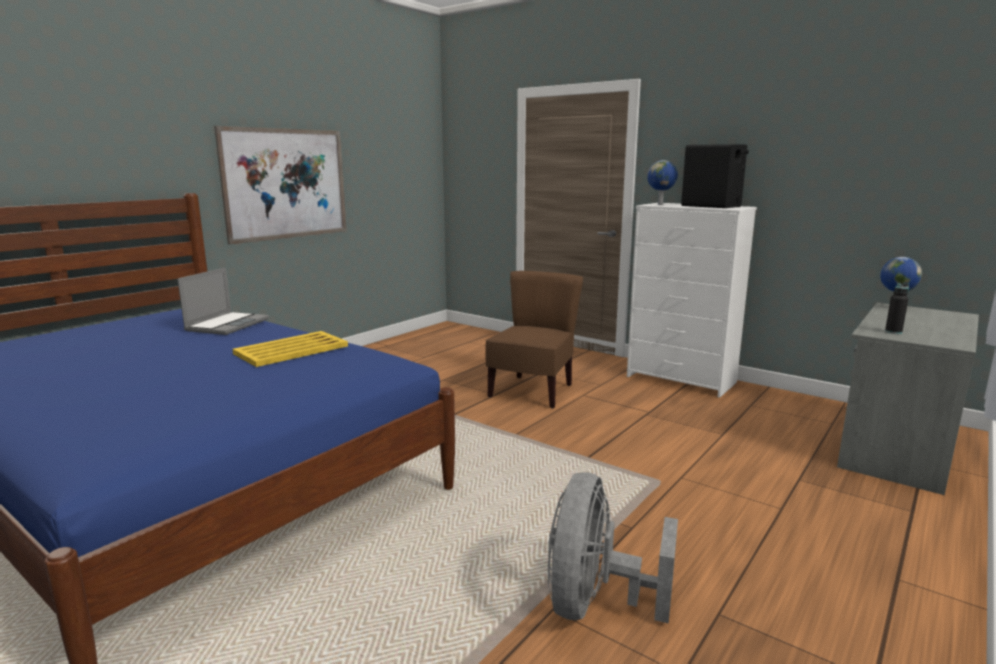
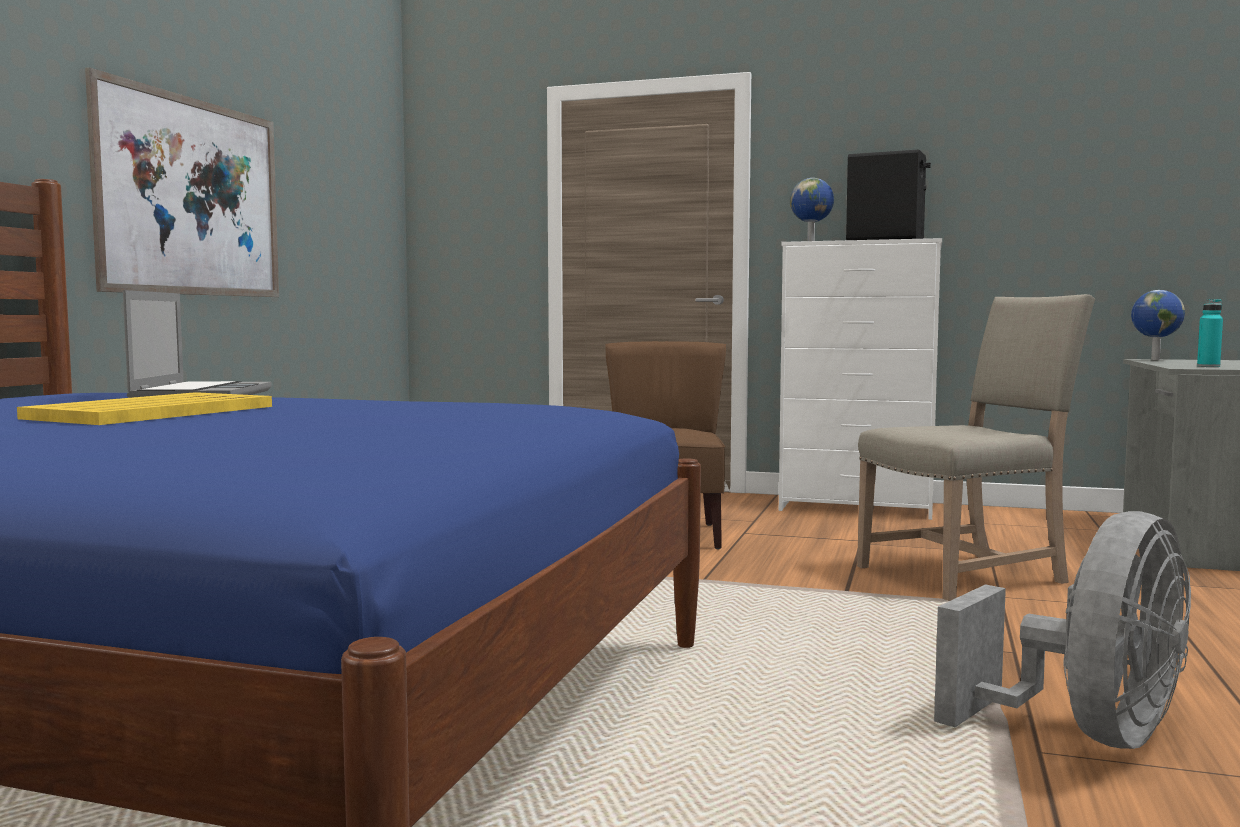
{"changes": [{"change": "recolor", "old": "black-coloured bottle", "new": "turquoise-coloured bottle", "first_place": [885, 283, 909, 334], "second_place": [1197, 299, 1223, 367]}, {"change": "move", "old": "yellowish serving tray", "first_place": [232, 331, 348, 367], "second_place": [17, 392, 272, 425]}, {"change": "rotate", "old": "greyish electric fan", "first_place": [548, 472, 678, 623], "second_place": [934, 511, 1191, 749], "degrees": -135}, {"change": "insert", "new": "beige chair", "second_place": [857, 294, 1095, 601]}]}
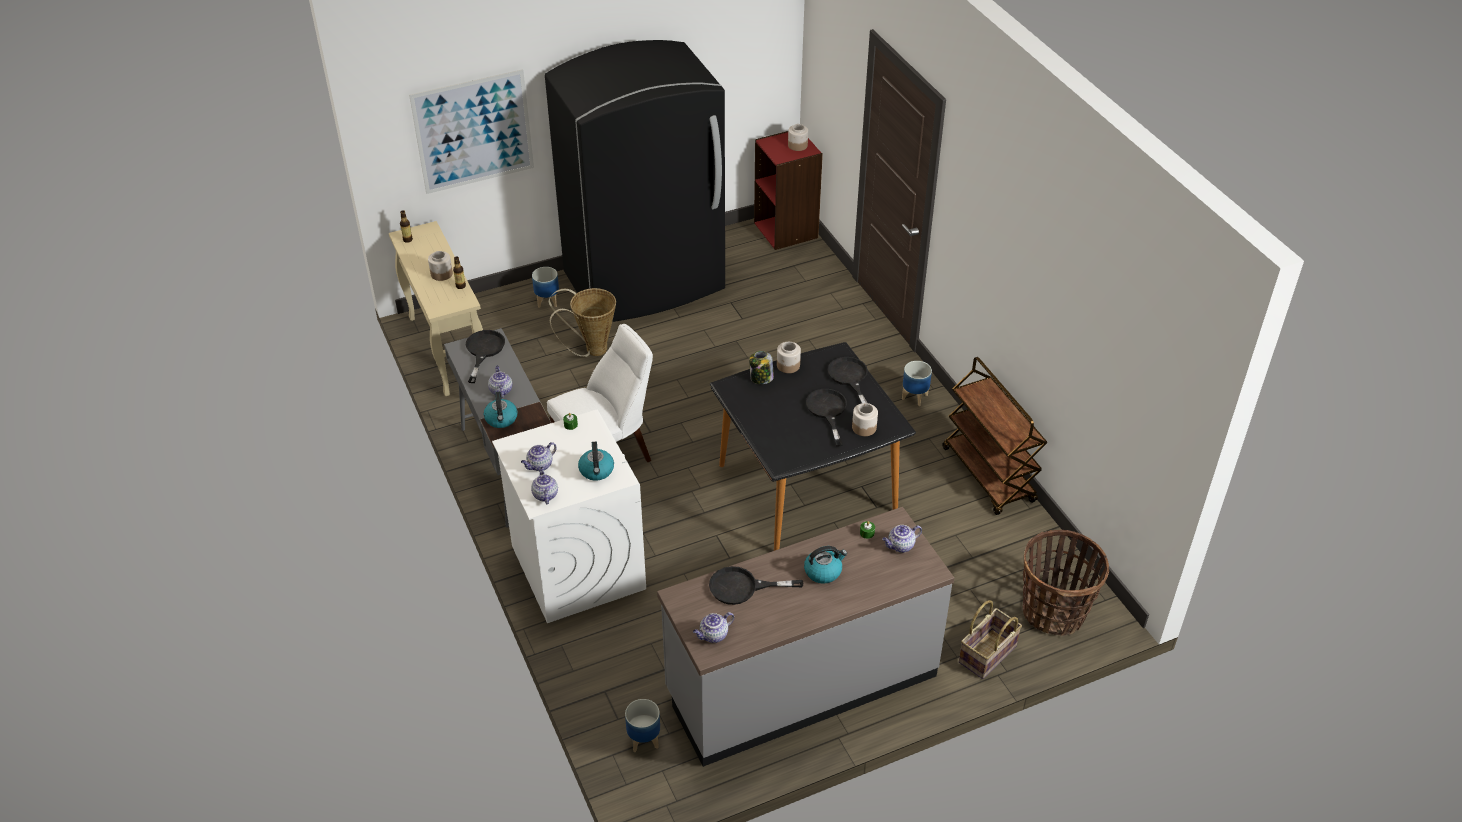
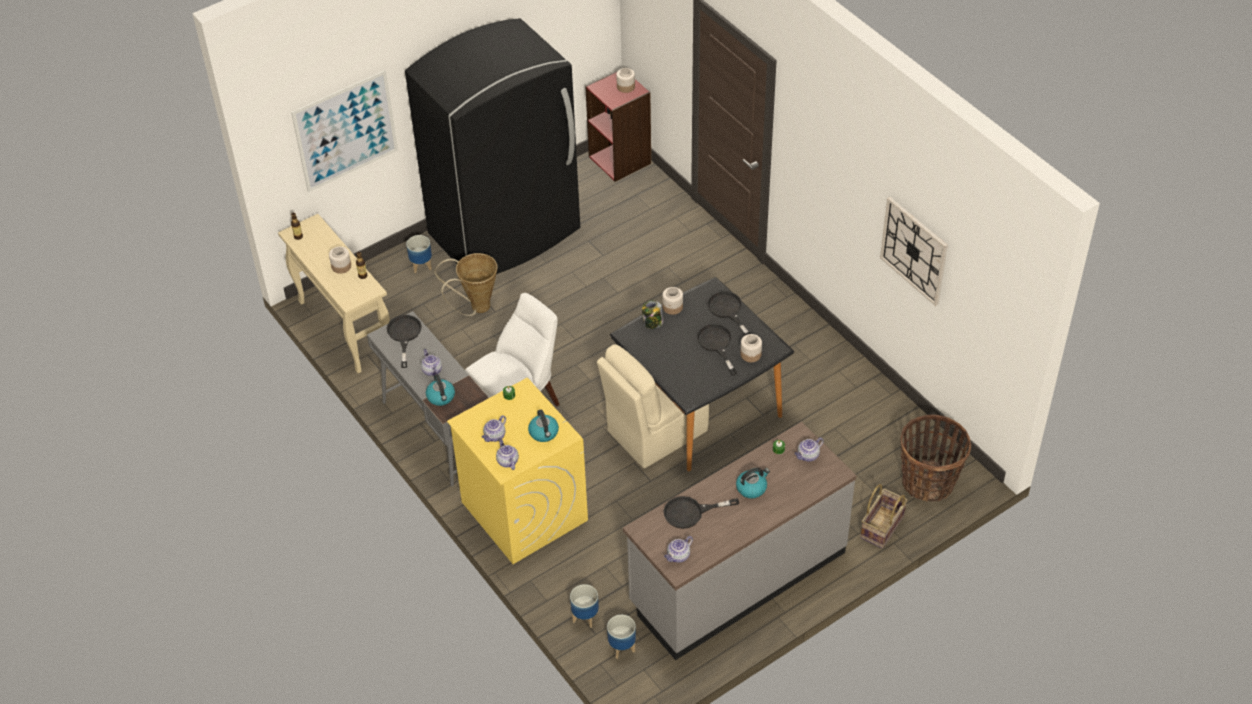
{"changes": [{"change": "delete", "old": "brown cart", "first_place": [942, 357, 1047, 515]}, {"change": "move", "old": "plant pot", "first_place": [902, 361, 932, 406], "second_place": [570, 584, 599, 628]}, {"change": "recolor", "old": "white-coloured washing machine", "new": "yellowish washing machine", "first_place": [492, 410, 646, 623], "second_place": [447, 378, 588, 564]}, {"change": "insert", "new": "wall clock", "second_place": [880, 197, 948, 306]}, {"change": "insert", "new": "beige chair", "second_place": [597, 345, 709, 468]}]}
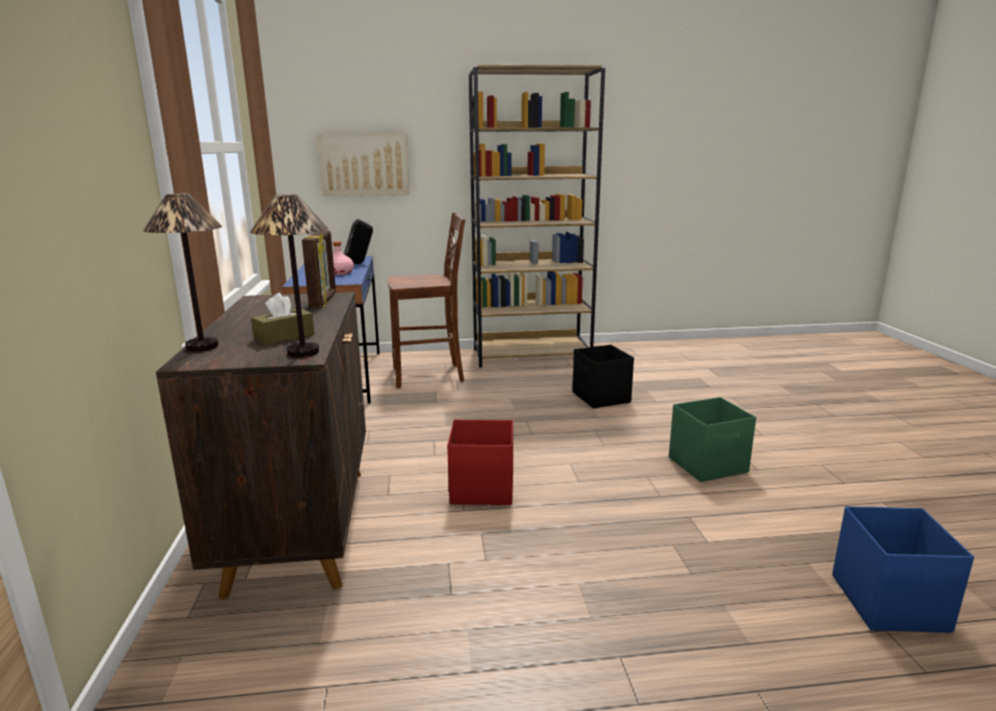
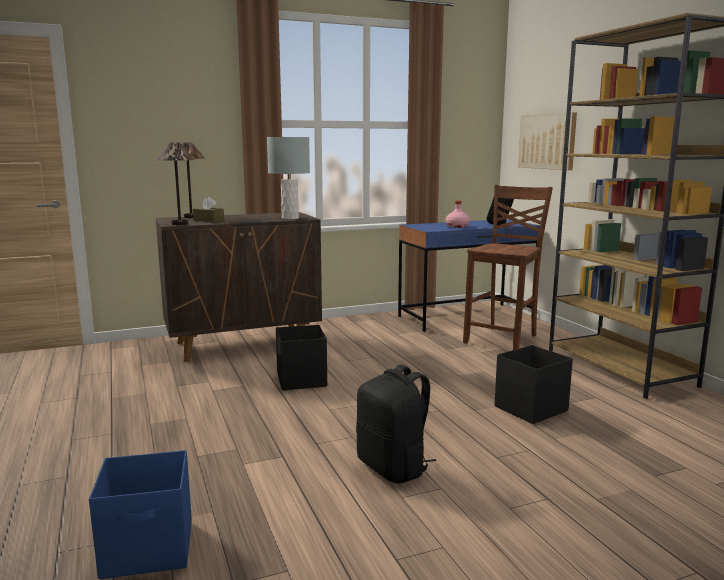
{"changes": [{"change": "rotate", "old": "brown chair", "first_place": [388, 213, 465, 388], "second_place": [463, 185, 553, 350], "degrees": -120}, {"change": "replace", "old": "picture frame", "new": "greyish tabletop lamp", "first_place": [302, 230, 336, 308], "second_place": [267, 137, 310, 219]}, {"change": "replace", "old": "green storage box", "new": "black-coloured rucksack", "first_place": [669, 397, 756, 482], "second_place": [356, 365, 437, 483]}, {"change": "recolor", "old": "red-coloured storage box", "new": "black-coloured storage box", "first_place": [447, 419, 513, 505], "second_place": [276, 325, 327, 390]}]}
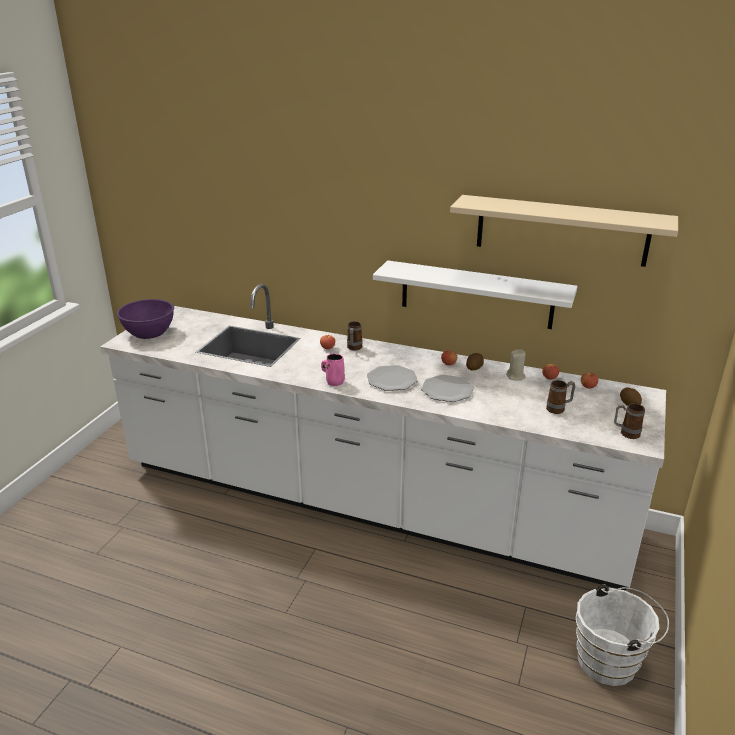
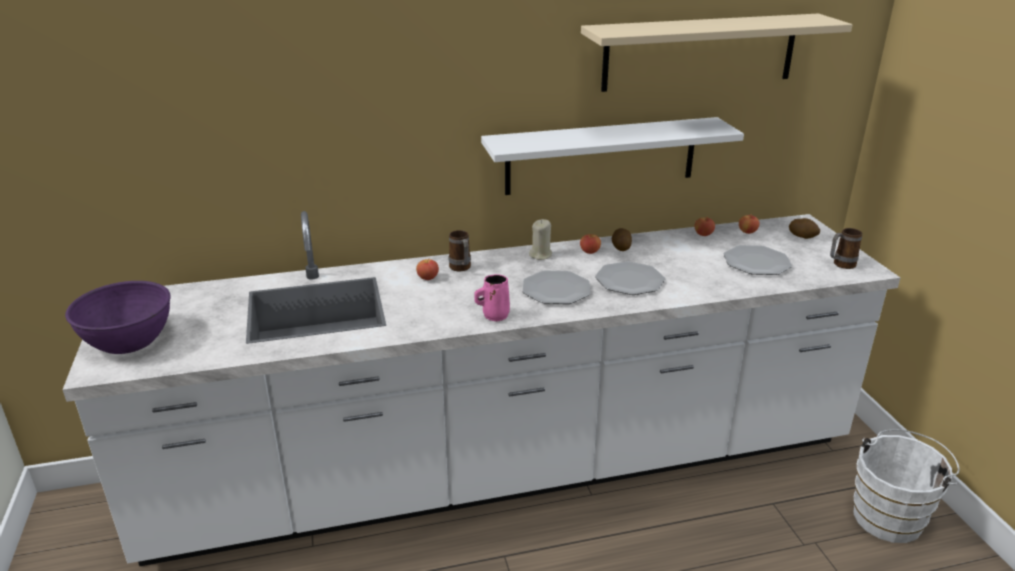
{"changes": [{"change": "move", "old": "beige wax light", "first_place": [506, 349, 526, 381], "second_place": [529, 219, 552, 260]}, {"change": "replace", "old": "tea mug", "new": "flat dish", "first_place": [546, 380, 575, 414], "second_place": [724, 245, 792, 275]}]}
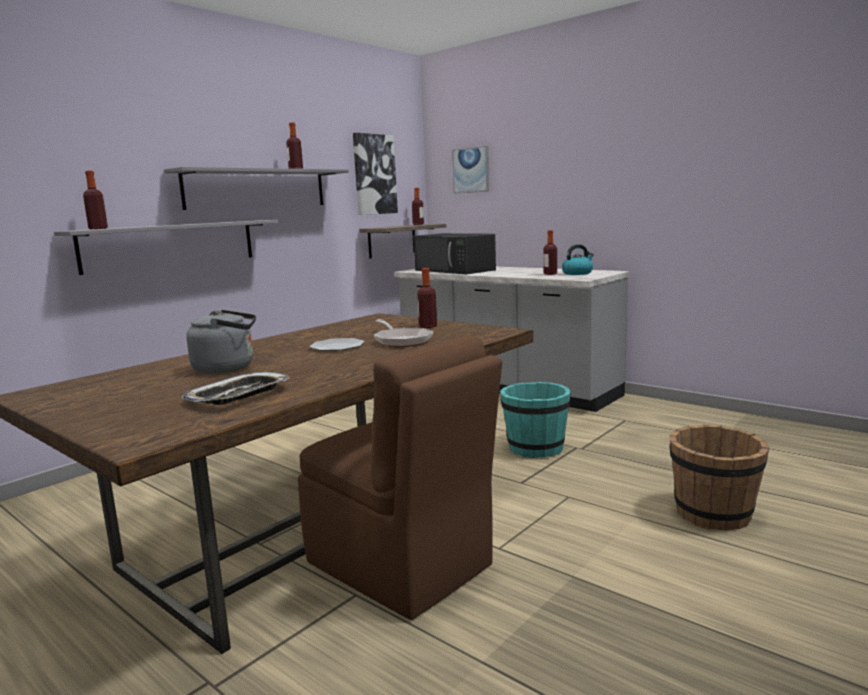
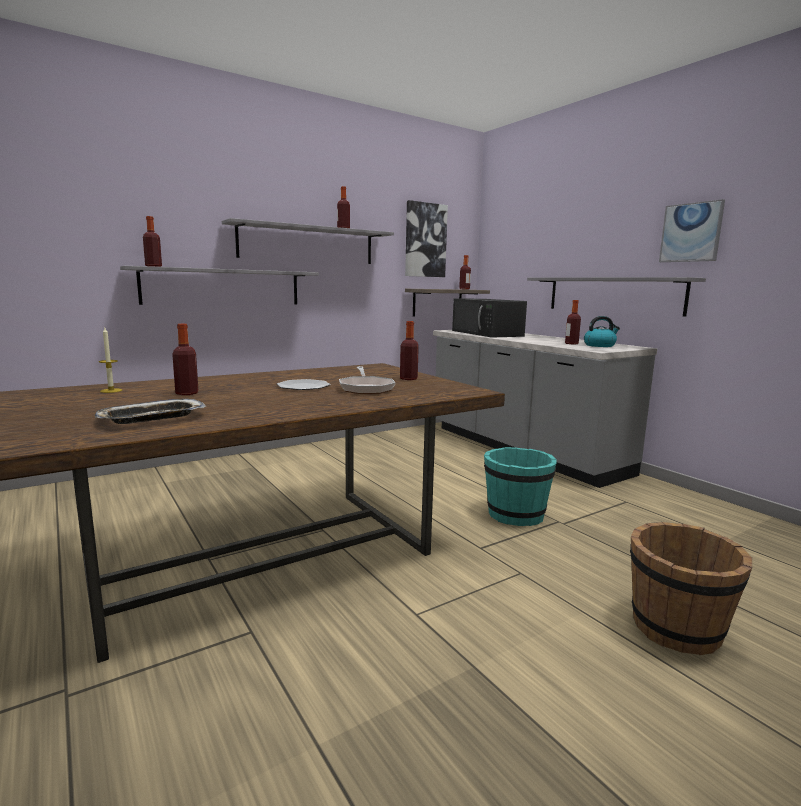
{"changes": [{"change": "move", "old": "picture", "first_place": [452, 146, 489, 194], "second_place": [659, 199, 725, 262]}, {"change": "replace", "old": "greyish tea kettle", "new": "bottle", "first_place": [186, 310, 256, 374], "second_place": [172, 324, 198, 395]}, {"change": "delete", "old": "brown chair", "first_place": [298, 335, 502, 620]}, {"change": "insert", "new": "greyish wall shelf", "second_place": [527, 277, 706, 317]}, {"change": "insert", "new": "wax light", "second_place": [99, 328, 122, 393]}]}
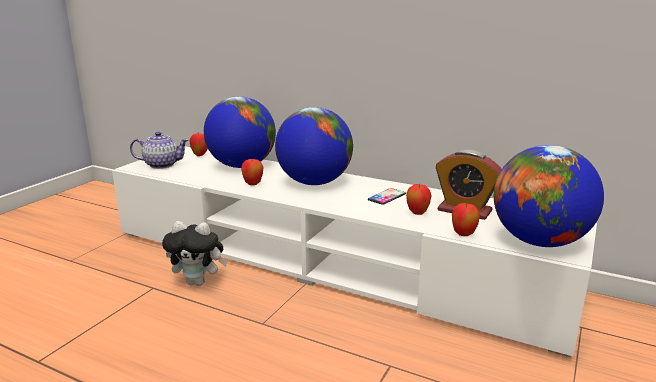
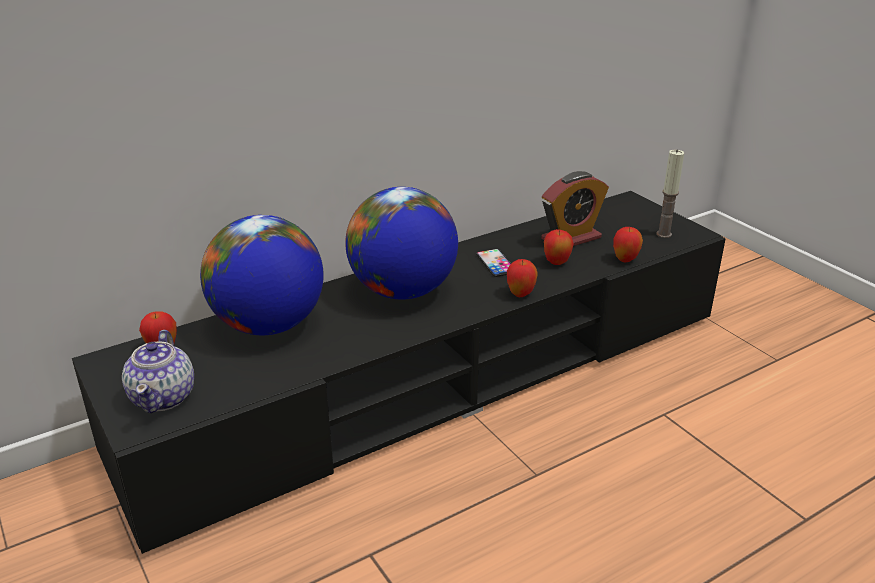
{"changes": [{"change": "rotate", "old": "tea pot", "first_place": [130, 131, 189, 169], "second_place": [122, 330, 194, 413], "degrees": 150}, {"change": "replace", "old": "world globe", "new": "wax light", "first_place": [494, 145, 604, 247], "second_place": [656, 149, 684, 238]}, {"change": "recolor", "old": "white-coloured tv unit", "new": "black-coloured tv unit", "first_place": [112, 146, 597, 358], "second_place": [72, 191, 726, 554]}, {"change": "move", "old": "apple", "first_place": [241, 158, 263, 185], "second_place": [507, 259, 538, 297]}, {"change": "delete", "old": "soft toy", "first_place": [162, 221, 228, 286]}]}
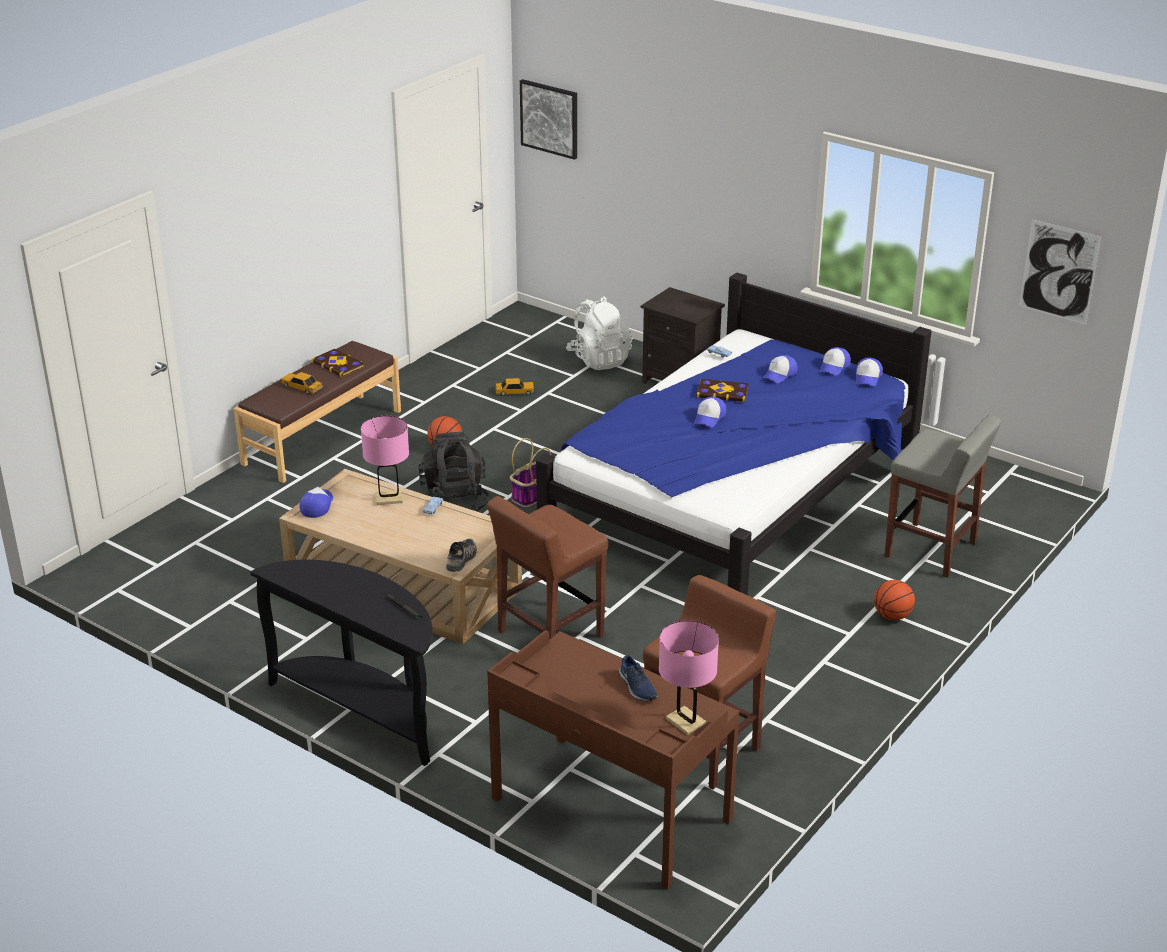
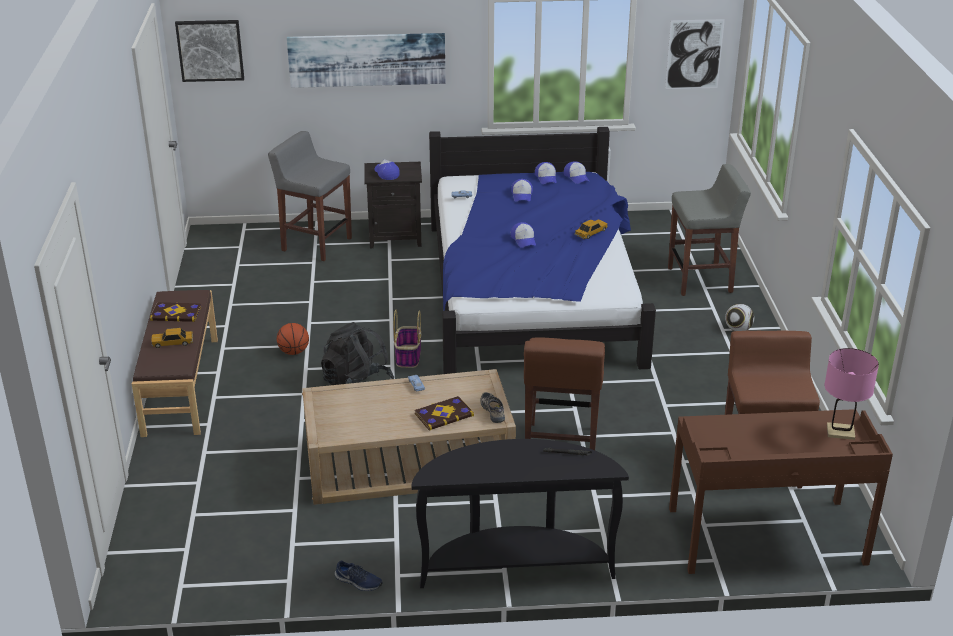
{"changes": [{"change": "replace", "old": "white-coloured rucksack", "new": "greyish sitting stool", "first_place": [566, 296, 632, 370], "second_place": [268, 131, 352, 261]}, {"change": "move", "old": "toy car", "first_place": [496, 378, 534, 396], "second_place": [574, 219, 608, 239]}, {"change": "move", "old": "volume", "first_place": [697, 379, 749, 402], "second_place": [415, 396, 474, 430]}, {"change": "delete", "old": "pinkish tabletop lamp", "first_place": [361, 416, 409, 505]}, {"change": "move", "old": "peaked cap", "first_place": [299, 487, 333, 518], "second_place": [375, 159, 400, 180]}, {"change": "replace", "old": "basketball ball", "new": "football ball", "first_place": [874, 580, 915, 620], "second_place": [725, 304, 754, 331]}, {"change": "move", "old": "blue shoe", "first_place": [619, 655, 657, 701], "second_place": [335, 560, 383, 591]}, {"change": "insert", "new": "picture", "second_place": [287, 33, 445, 88]}]}
